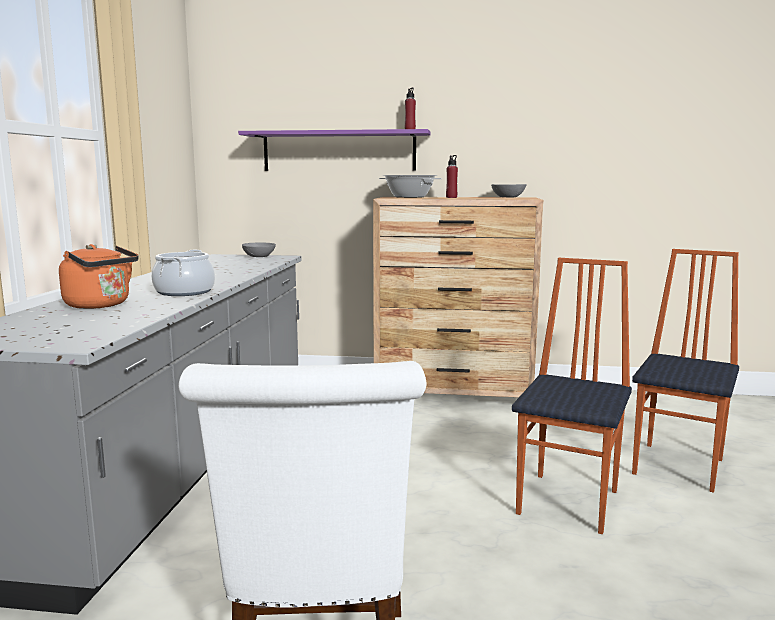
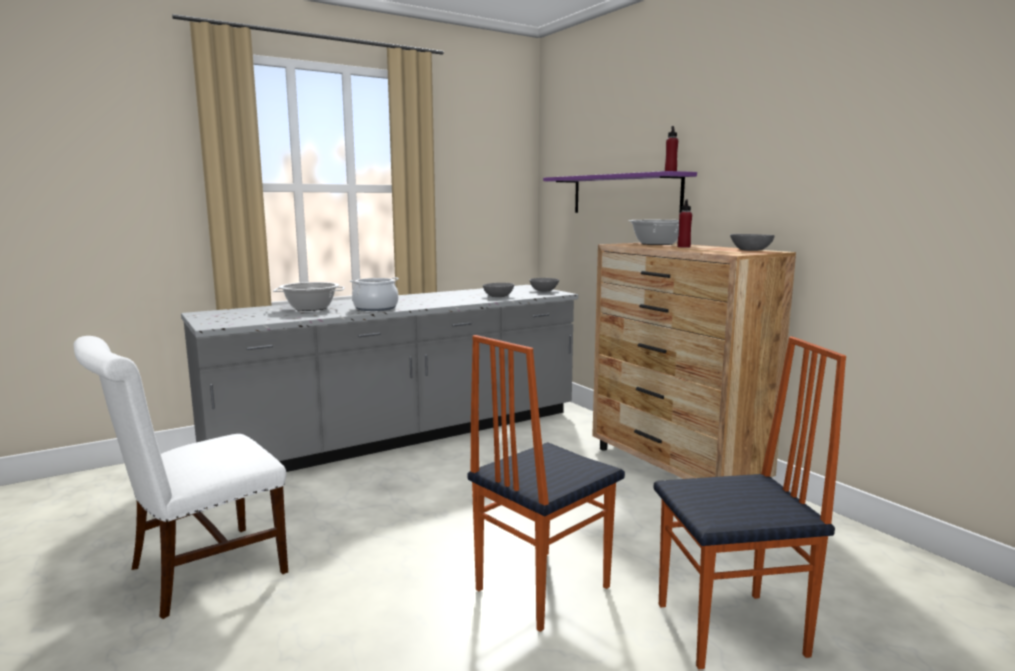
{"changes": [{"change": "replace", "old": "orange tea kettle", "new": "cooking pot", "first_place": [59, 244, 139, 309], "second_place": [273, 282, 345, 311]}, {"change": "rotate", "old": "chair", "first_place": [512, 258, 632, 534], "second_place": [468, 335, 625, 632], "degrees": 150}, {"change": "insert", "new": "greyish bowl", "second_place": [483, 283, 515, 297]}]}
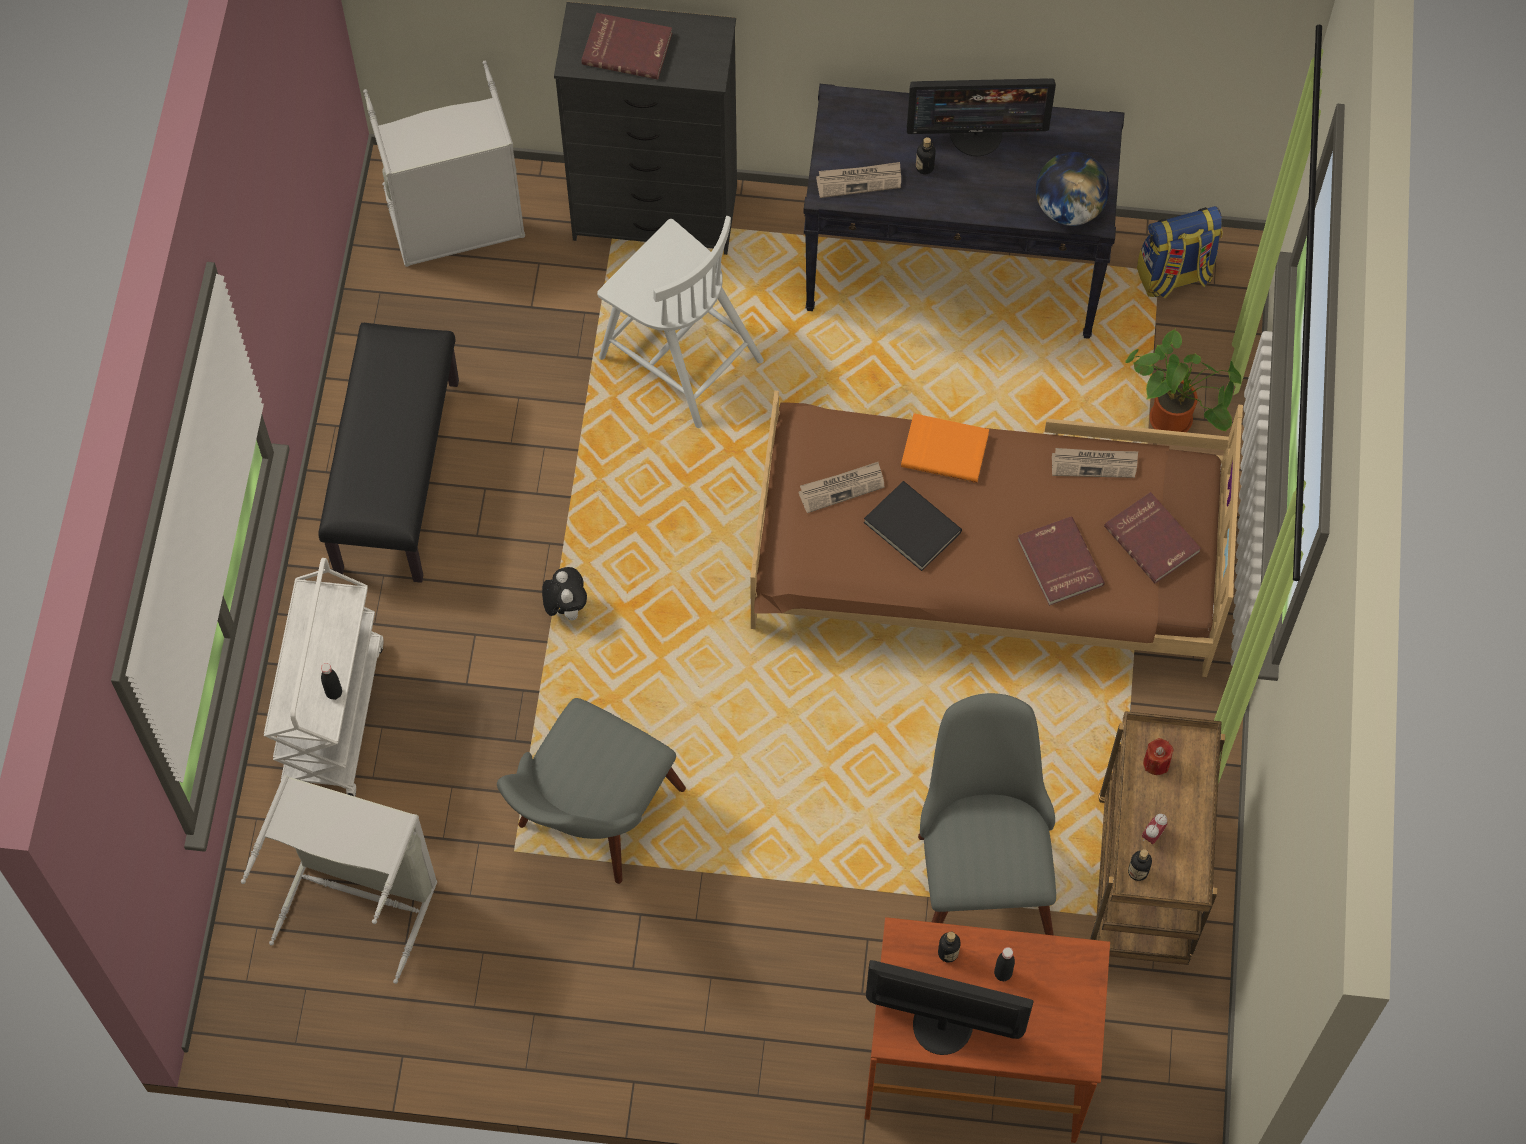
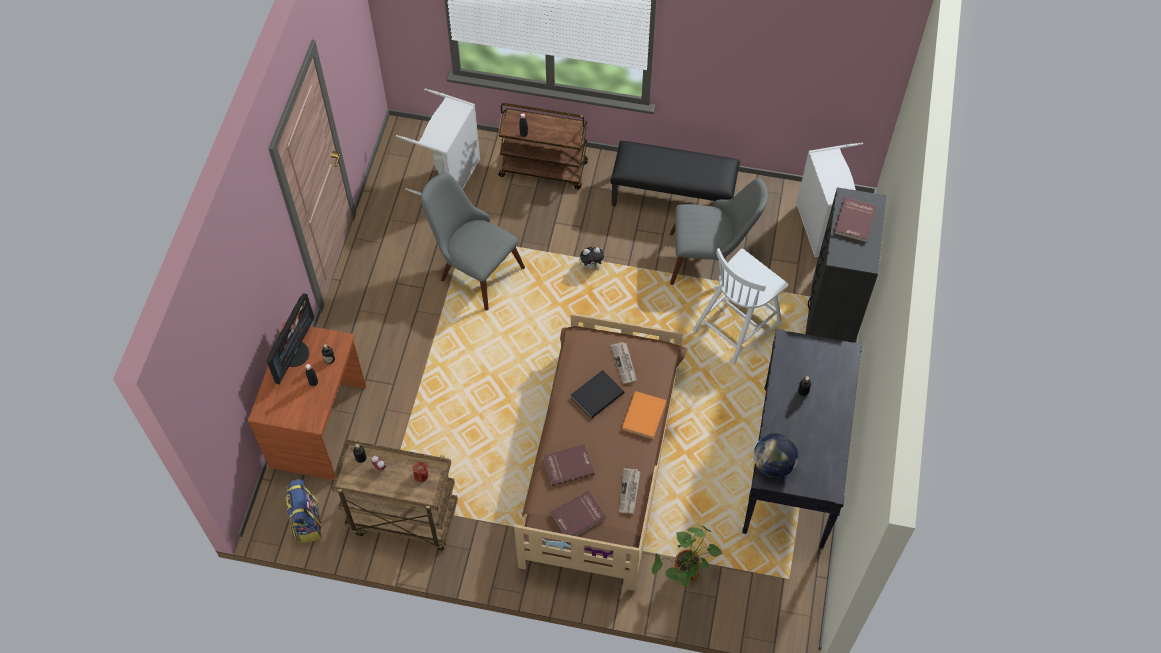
{"changes": [{"change": "delete", "old": "computer display", "first_place": [907, 79, 1056, 156]}, {"change": "delete", "old": "daily paper", "first_place": [816, 162, 901, 198]}, {"change": "move", "old": "rucksack", "first_place": [1137, 206, 1223, 298], "second_place": [285, 479, 322, 544]}, {"change": "recolor", "old": "white-coloured cart", "new": "brown cart", "first_place": [264, 558, 383, 797], "second_place": [498, 103, 588, 190]}, {"change": "move", "old": "greyish chair", "first_place": [918, 693, 1056, 935], "second_place": [670, 178, 768, 285]}]}
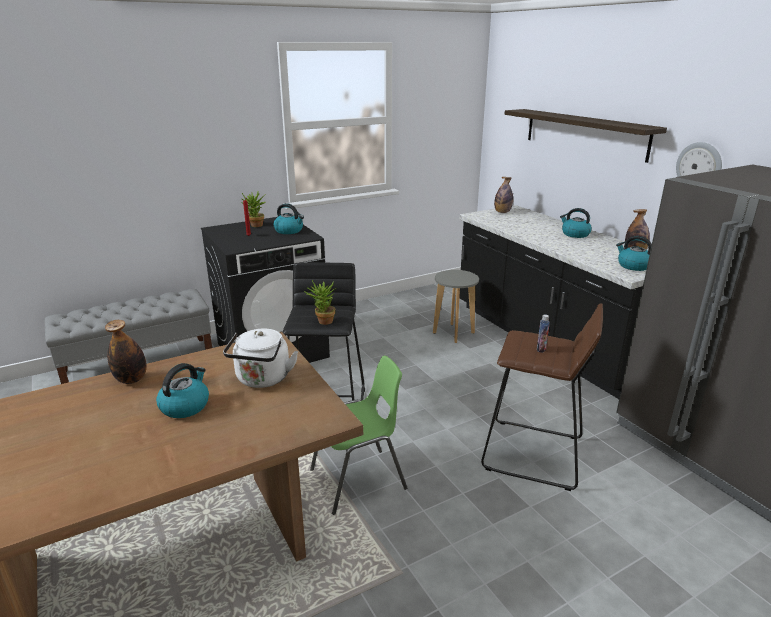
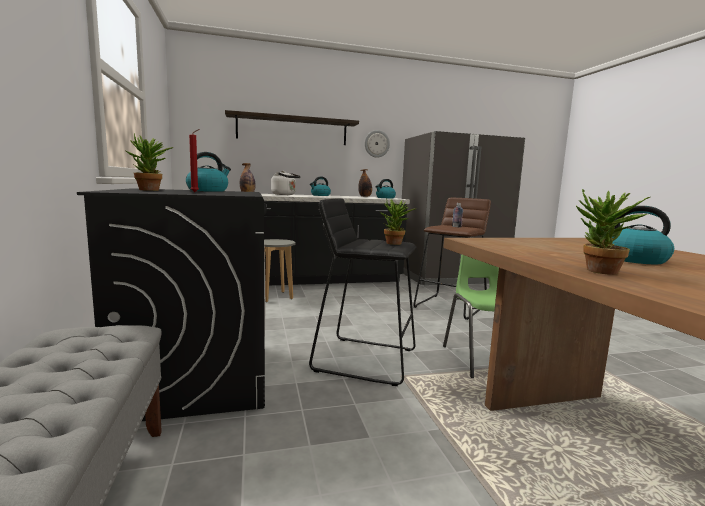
{"changes": [{"change": "replace", "old": "bottle", "new": "plant in a pot", "first_place": [105, 320, 147, 384], "second_place": [576, 189, 650, 275]}, {"change": "move", "old": "white-coloured tea kettle", "first_place": [223, 329, 298, 388], "second_place": [271, 171, 300, 195]}]}
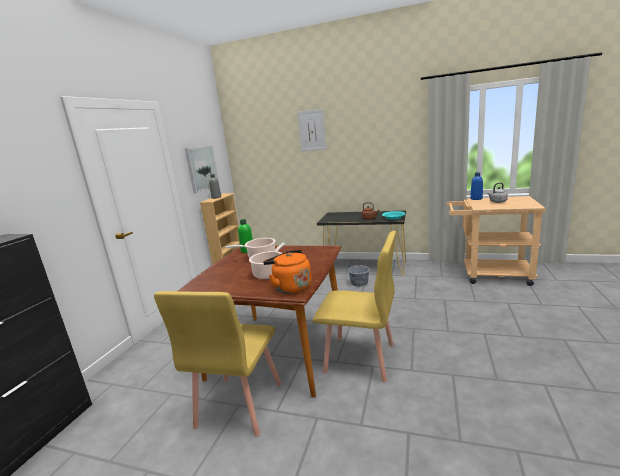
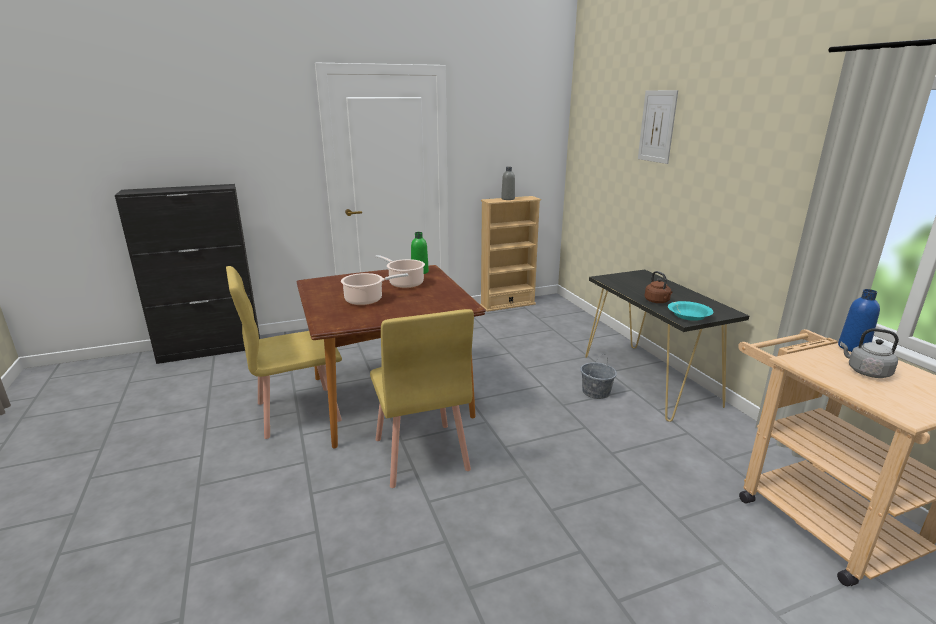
{"changes": [{"change": "delete", "old": "picture", "first_place": [185, 145, 220, 194]}, {"change": "delete", "old": "orange tea kettle", "first_place": [263, 250, 312, 294]}]}
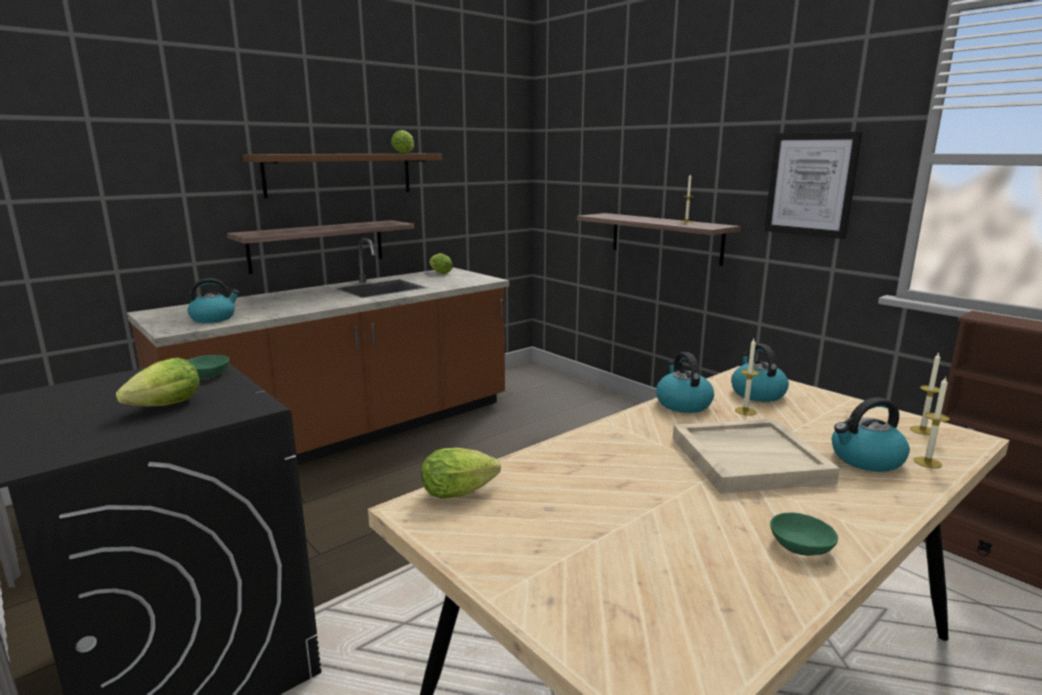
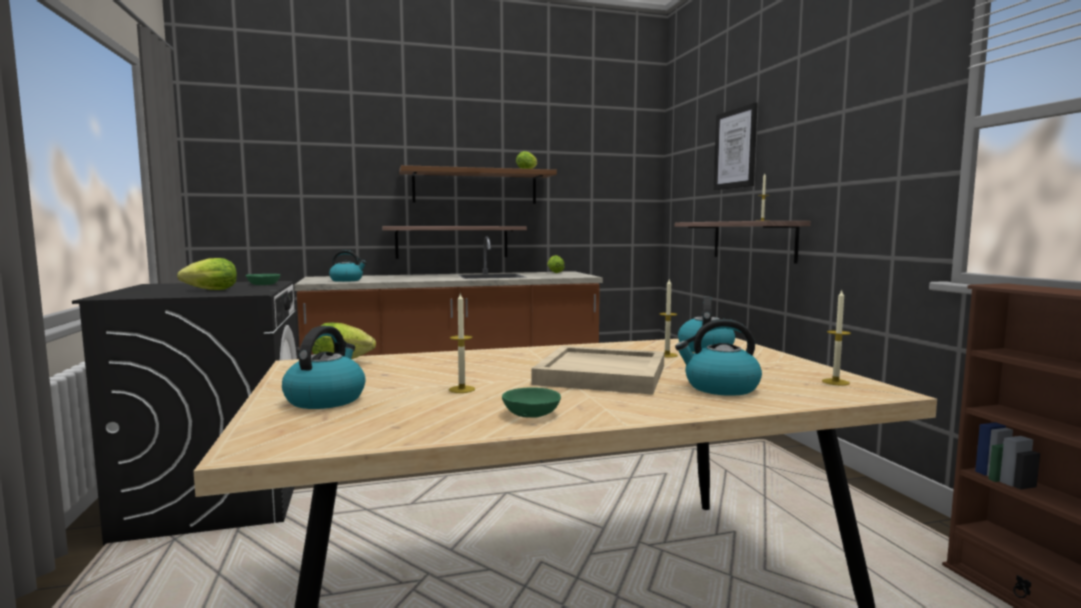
{"changes": [{"change": "move", "old": "picture", "first_place": [764, 132, 862, 239], "second_place": [714, 102, 758, 190]}, {"change": "move", "old": "tea kettle", "first_place": [656, 352, 714, 413], "second_place": [282, 326, 366, 409]}, {"change": "move", "old": "wax light", "first_place": [913, 377, 950, 469], "second_place": [449, 292, 475, 393]}]}
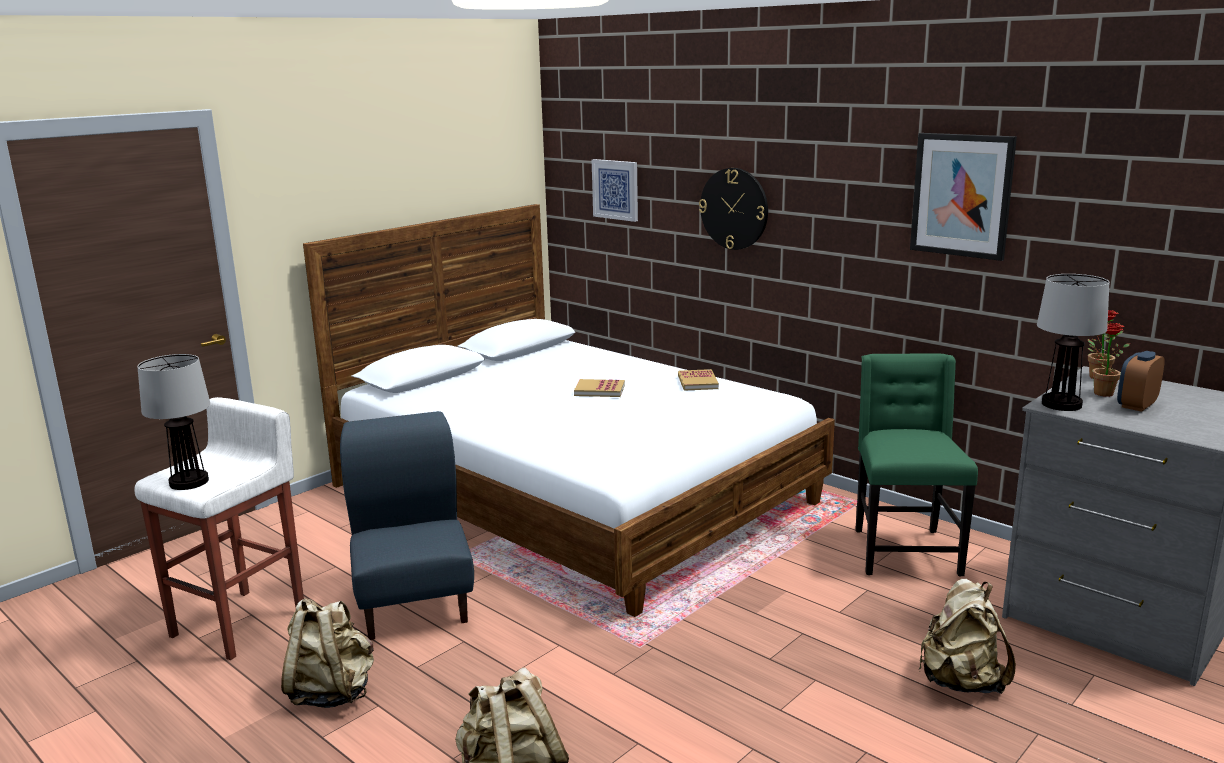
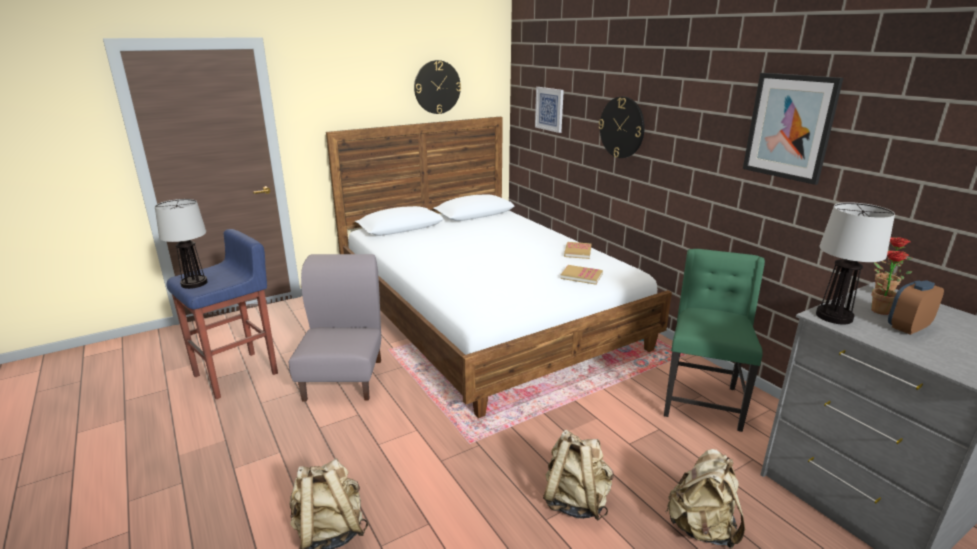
{"changes": [{"change": "move", "old": "volume", "first_place": [574, 379, 625, 397], "second_place": [560, 265, 603, 285]}, {"change": "recolor", "old": "white-coloured sitting stool", "new": "blue sitting stool", "first_place": [134, 397, 304, 660], "second_place": [166, 229, 278, 399]}, {"change": "recolor", "old": "blue chair", "new": "greyish chair", "first_place": [340, 411, 474, 640], "second_place": [289, 254, 381, 402]}, {"change": "move", "old": "beige rucksack", "first_place": [281, 598, 374, 708], "second_place": [543, 430, 614, 520]}, {"change": "insert", "new": "wall clock", "second_place": [414, 60, 461, 114]}]}
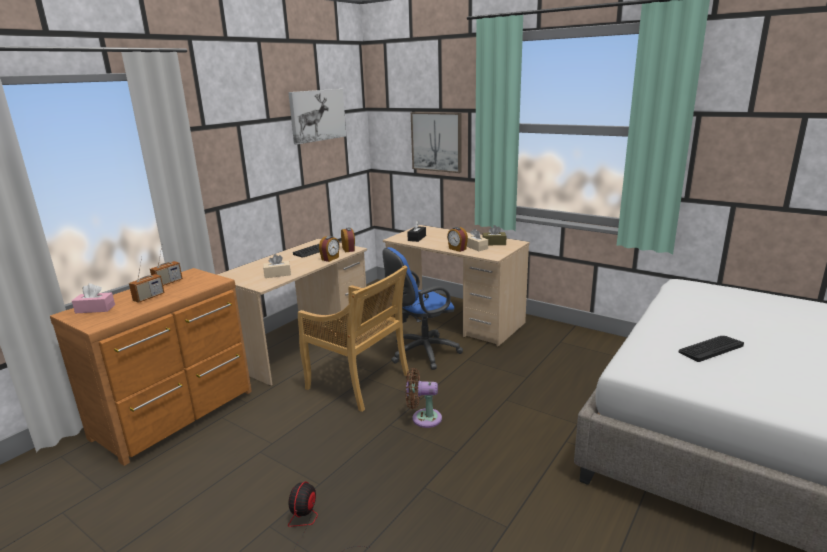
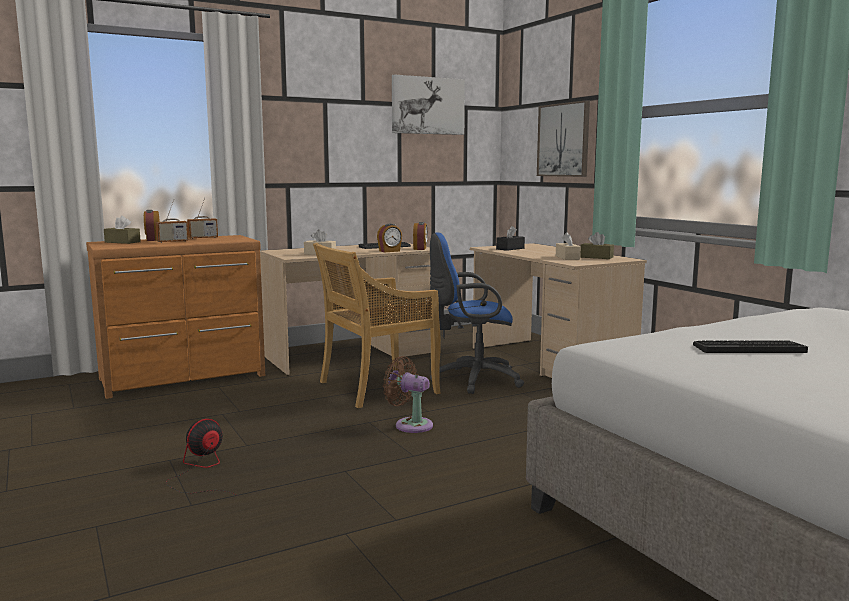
{"changes": [{"change": "move", "old": "alarm clock", "first_place": [447, 227, 468, 252], "second_place": [144, 210, 160, 241]}, {"change": "rotate", "old": "beige chair", "first_place": [298, 266, 410, 412], "second_place": [313, 243, 441, 408], "degrees": 90}, {"change": "recolor", "old": "pinkish box of tissues", "new": "brown box of tissues", "first_place": [72, 283, 115, 314], "second_place": [104, 215, 141, 244]}]}
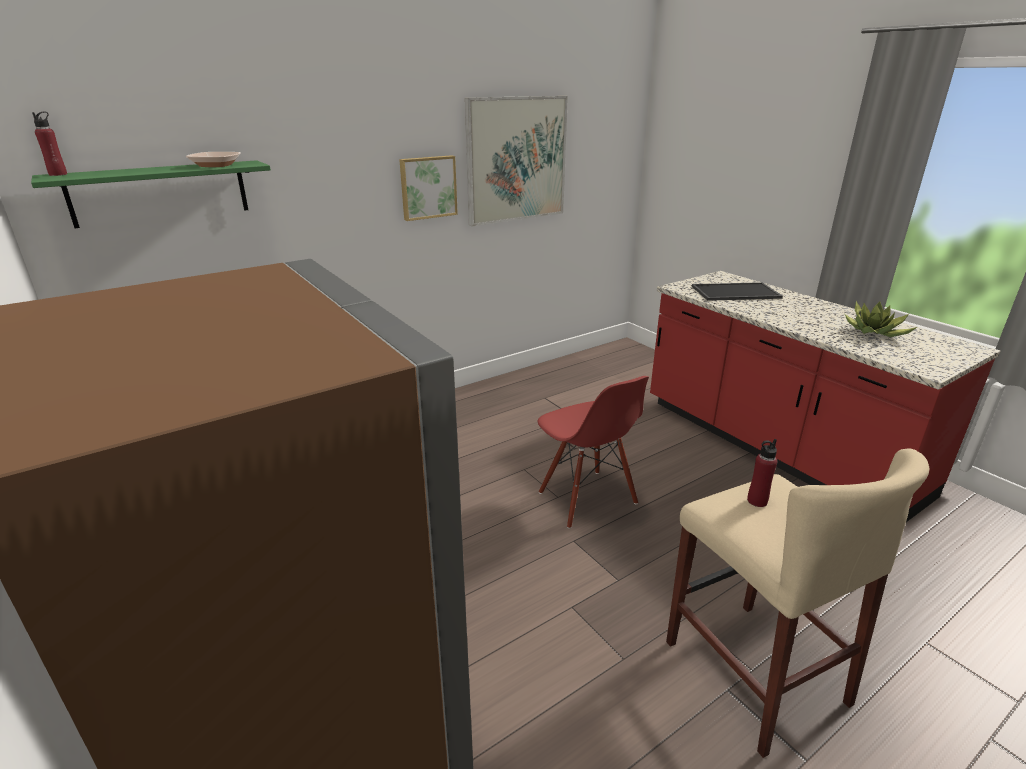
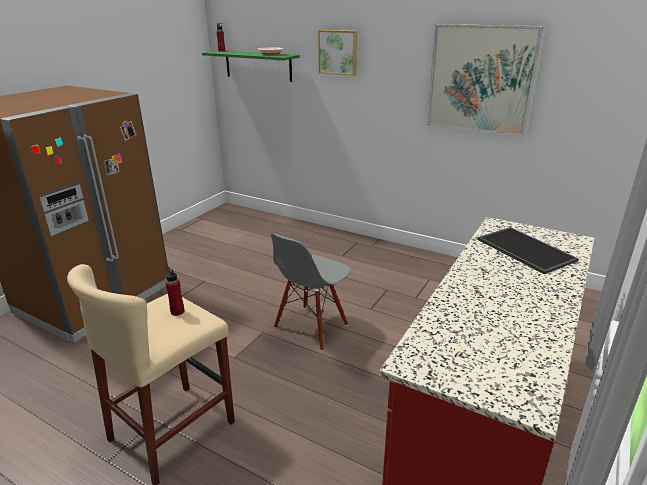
{"changes": [{"change": "move", "old": "picture", "first_place": [399, 155, 458, 221], "second_place": [318, 30, 357, 76]}, {"change": "delete", "old": "plant in a pot", "first_place": [845, 301, 917, 337]}, {"change": "recolor", "old": "red-coloured chair", "new": "greyish chair", "first_place": [538, 376, 649, 529], "second_place": [271, 233, 351, 351]}]}
